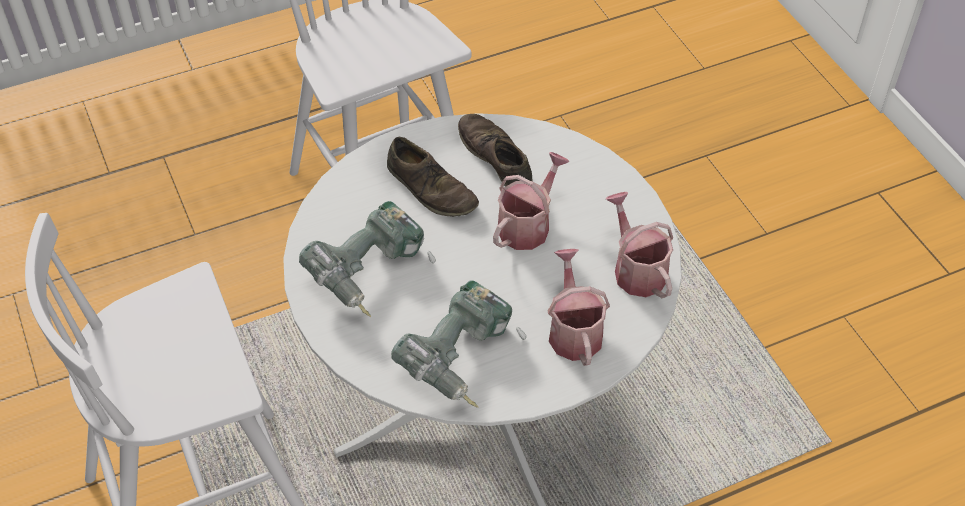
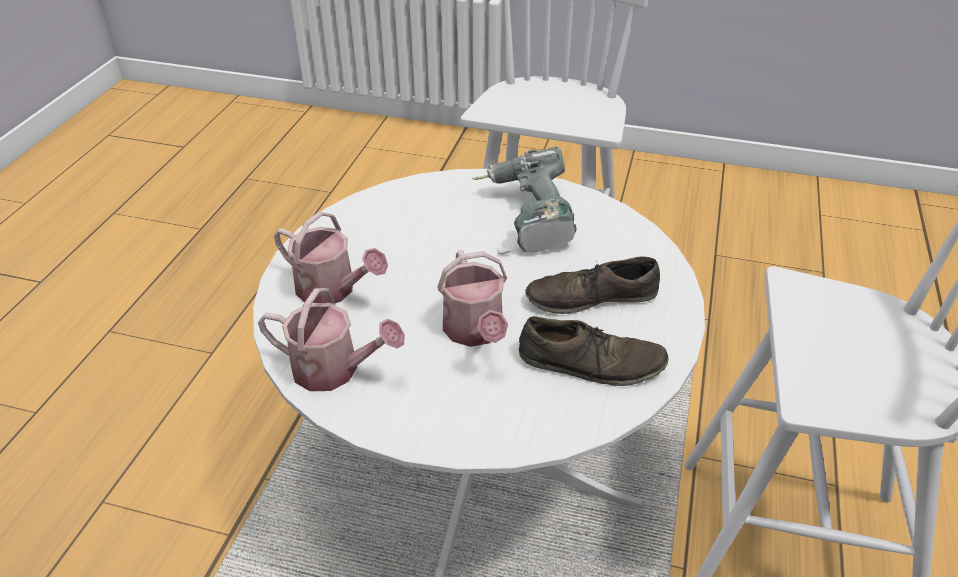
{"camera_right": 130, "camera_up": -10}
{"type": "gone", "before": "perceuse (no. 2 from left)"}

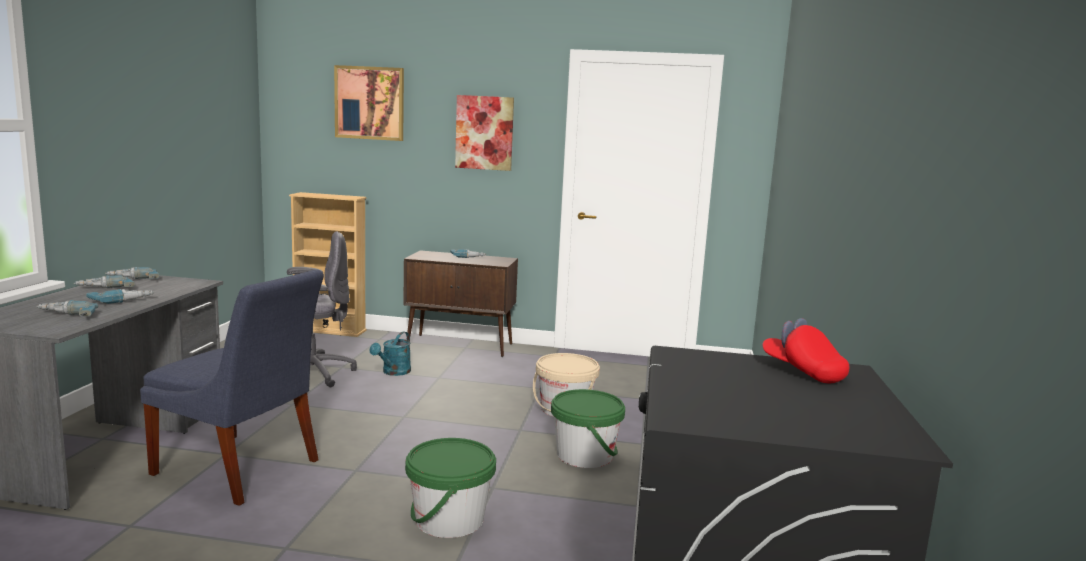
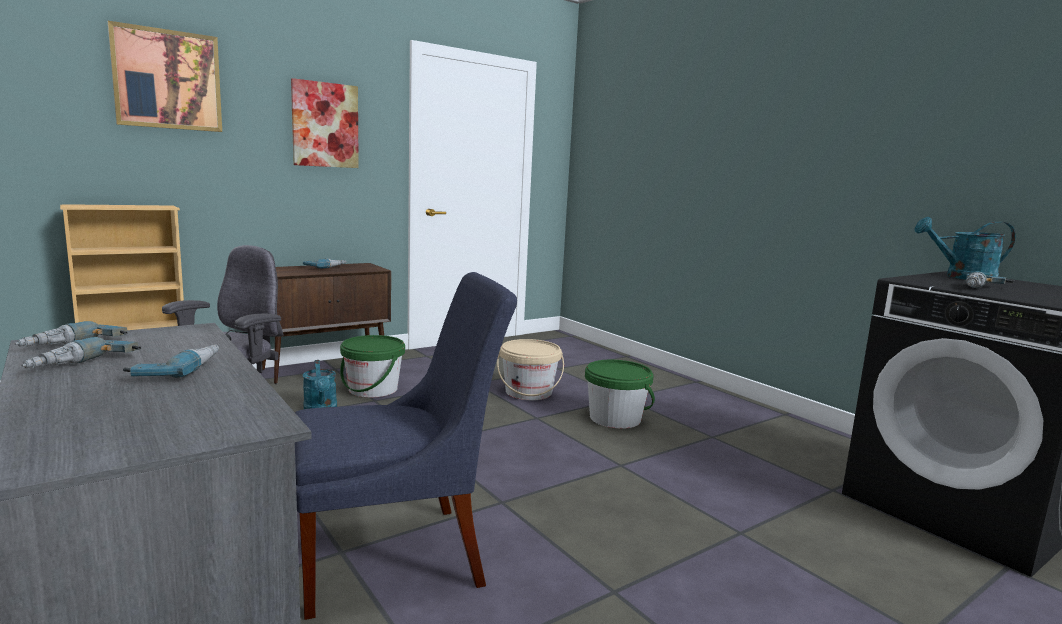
{"camera_right": -45, "camera_up": 0}
{"type": "shifted", "before": "perceuse (no. 1 from left in the first image)", "after": "perceuse (no. 5 from left)"}
{"type": "shifted", "before": "seau (vert) (no. 1 from left)"}
{"type": "swapped", "before": "casquette (rouge)", "after": "arrosoir (turquoise) (no. 2 from left)"}

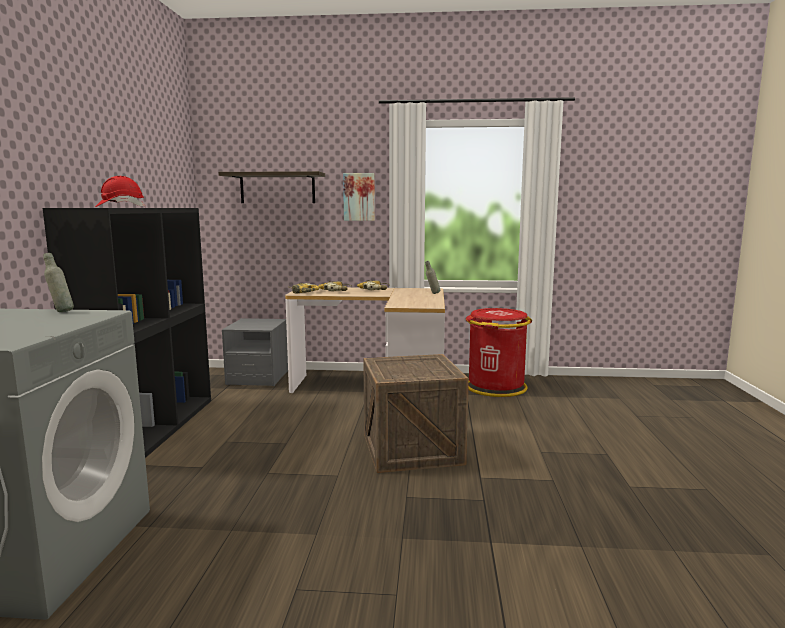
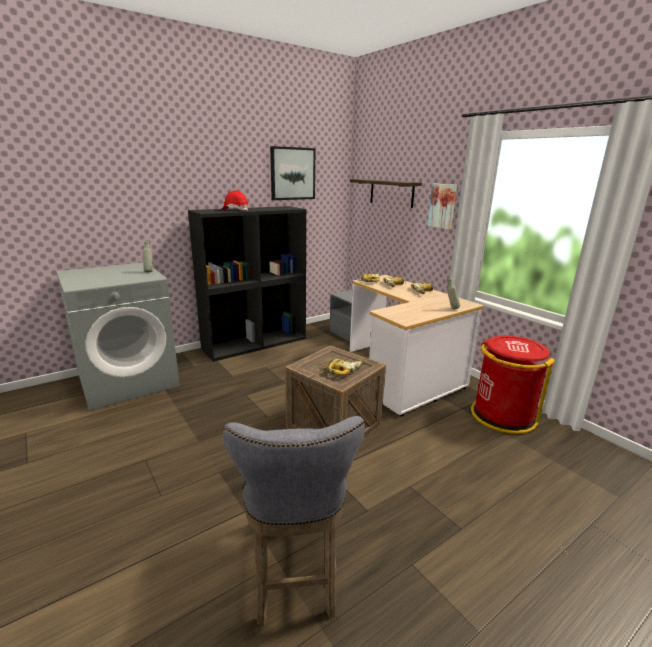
{"camera_right": 50, "camera_up": 10}
{"type": "new", "after": "tabouret (gris)"}
{"type": "new", "after": "tableau (no. 1 from left)"}
{"type": "new", "after": "perceuse (no. 1 from left)"}

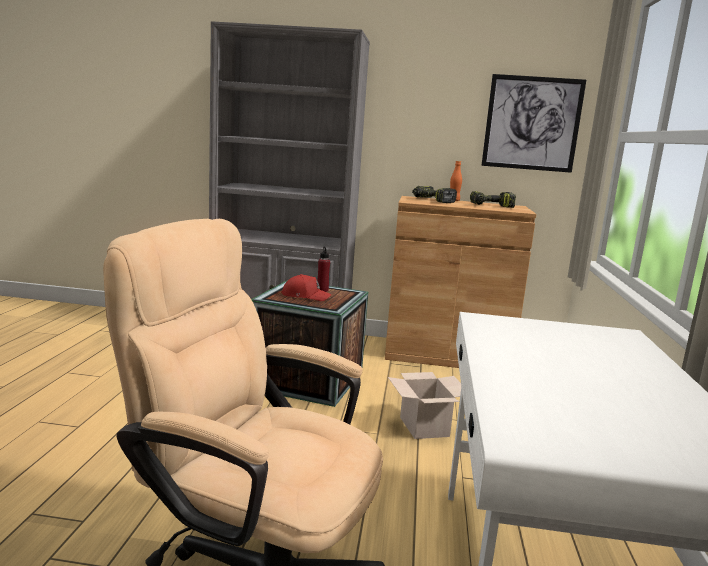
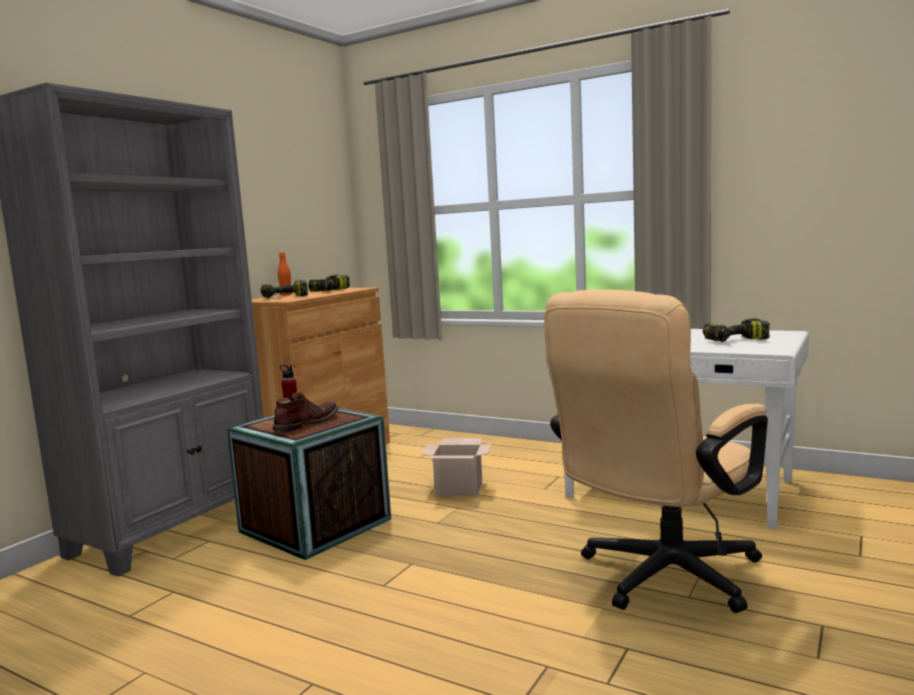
{"camera_right": -65, "camera_up": -5}
{"type": "swapped", "before": "casquette (rouge)", "after": "botte (marron)"}
{"type": "gone", "before": "tableau"}
{"type": "new", "after": "perceuse (no. 3 from left)"}

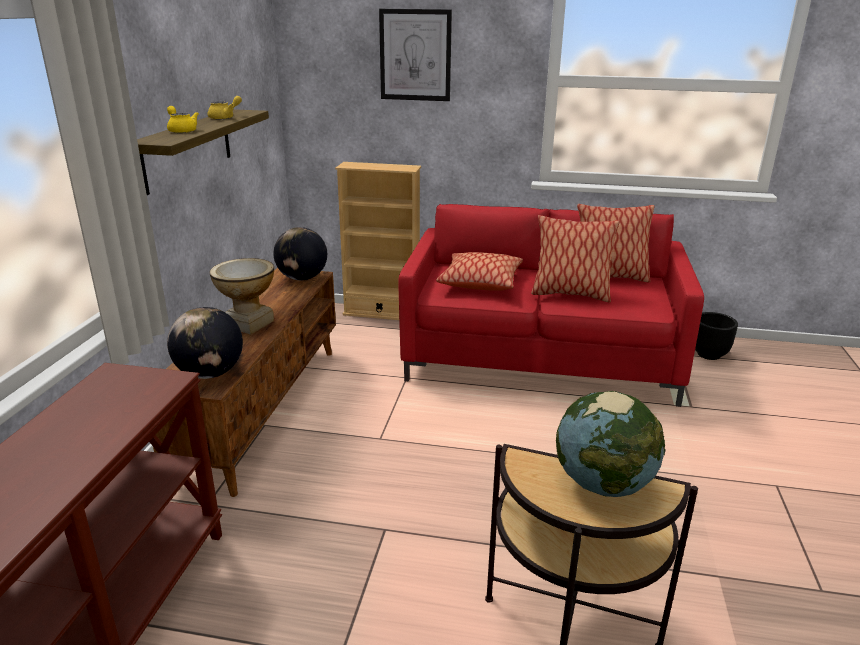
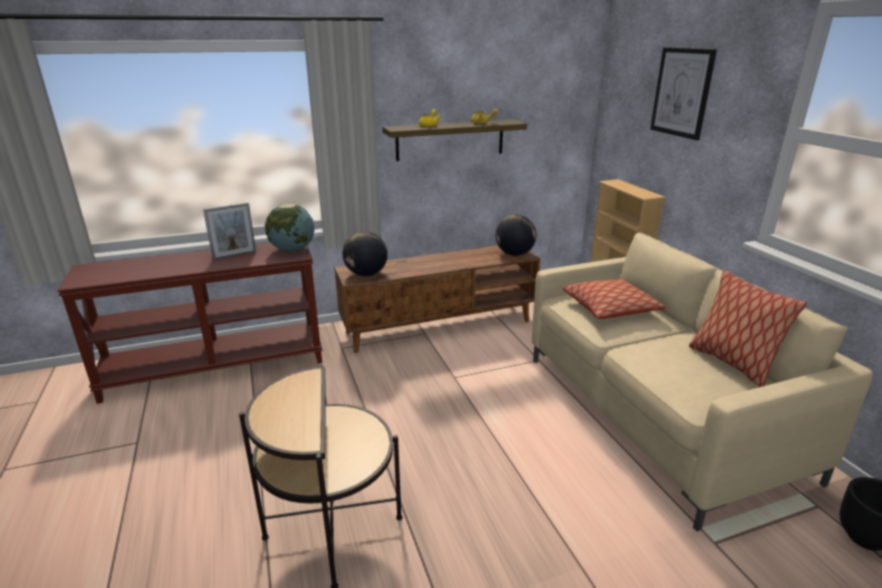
{"camera_right": 60, "camera_up": 0}
{"type": "gone", "before": "vase"}
{"type": "repainted", "before": "canapé (rouge)", "after": "canapé (beige)"}
{"type": "gone", "before": "coussin (no. 2 from left)"}
{"type": "shifted", "before": "globe (no. 3 from left in the first image)", "after": "globe (no. 1 from left)"}
{"type": "new", "after": "cadre photo"}

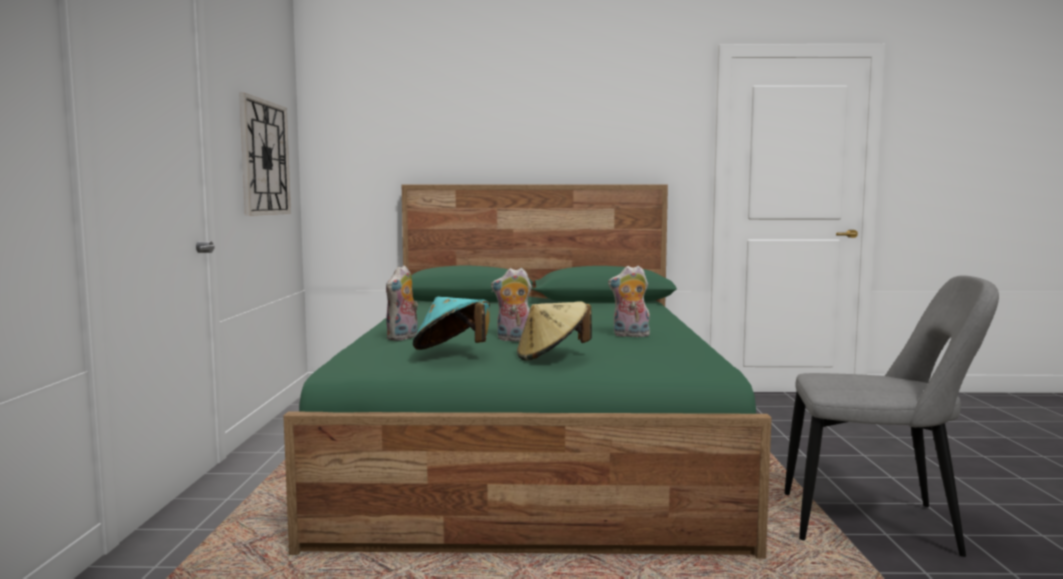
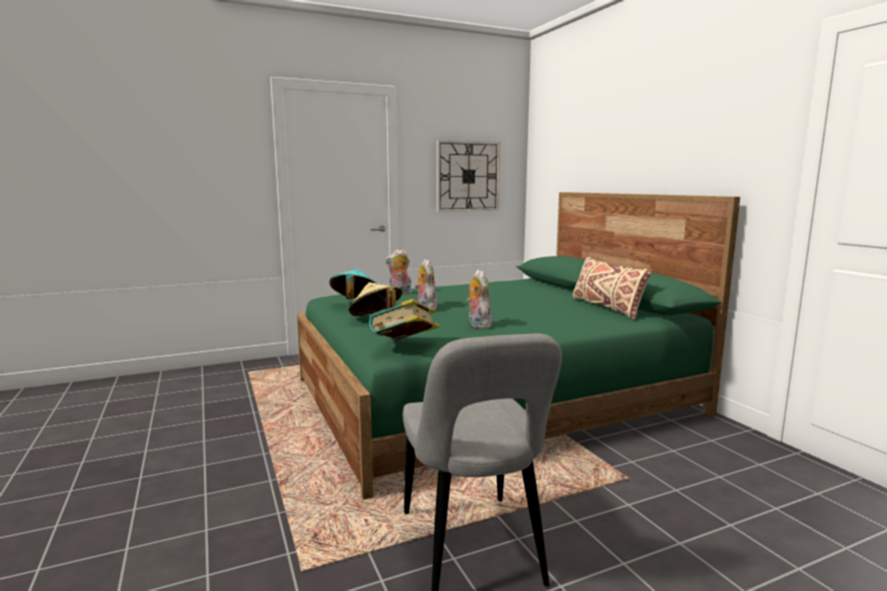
{"camera_right": 65, "camera_up": 5}
{"type": "new", "after": "livre"}
{"type": "new", "after": "coussin (beige)"}

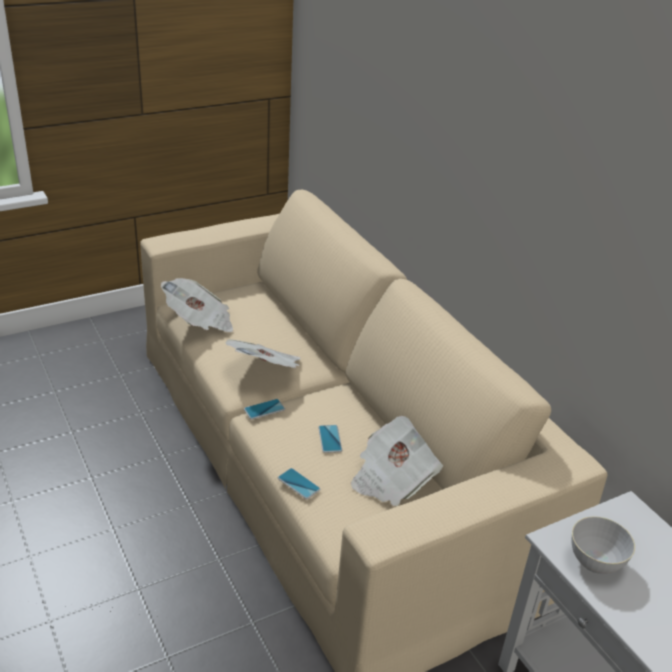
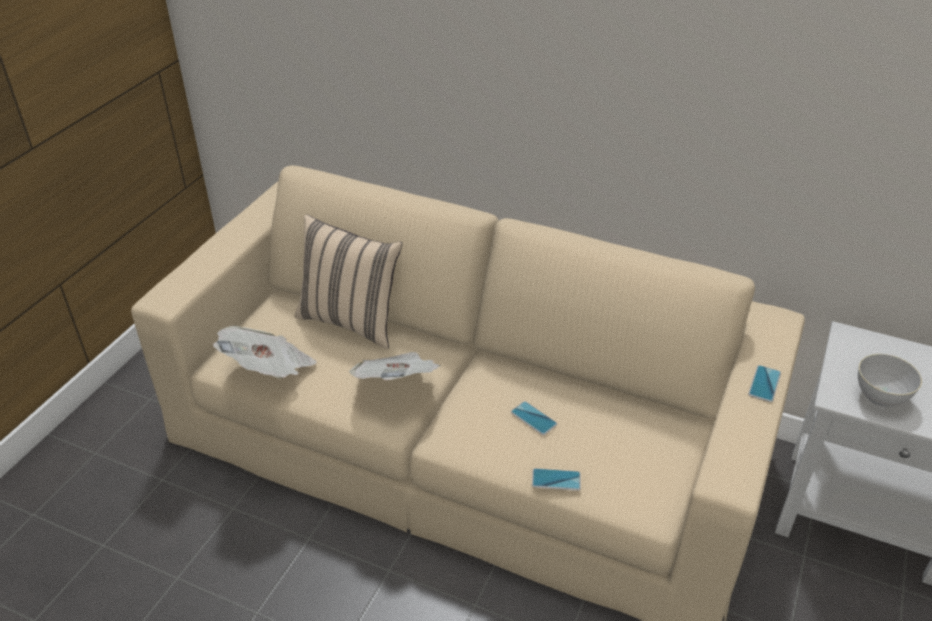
{"camera_right": -35, "camera_up": 5}
{"type": "shifted", "before": "téléphone (no. 1 from left in the first image)", "after": "téléphone (no. 3 from left)"}
{"type": "gone", "before": "journal (no. 3 from left)"}
{"type": "new", "after": "coussin (beige)"}

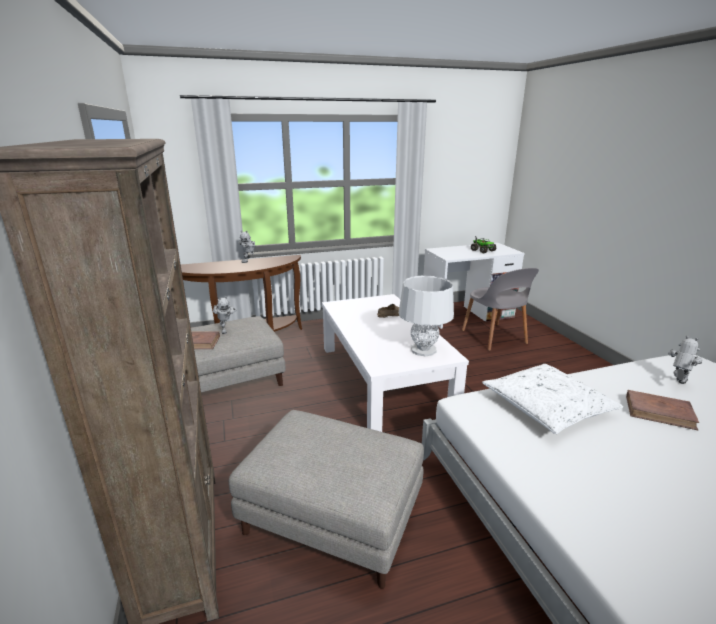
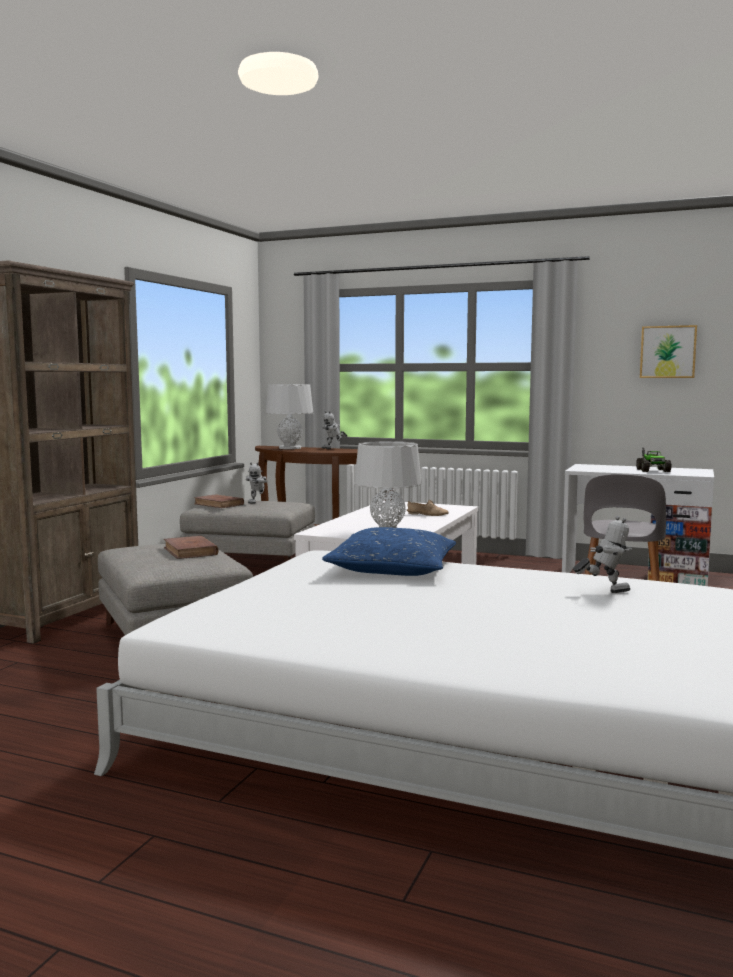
{"camera_right": 40, "camera_up": -15}
{"type": "repainted", "before": "coussin (blanc)", "after": "coussin (bleu)"}
{"type": "shifted", "before": "livre (marron) (no. 2 from left in the first image)", "after": "livre (marron) (no. 1 from left)"}
{"type": "new", "after": "lampe de table (gris) (no. 1 from left)"}
{"type": "new", "after": "tableau"}

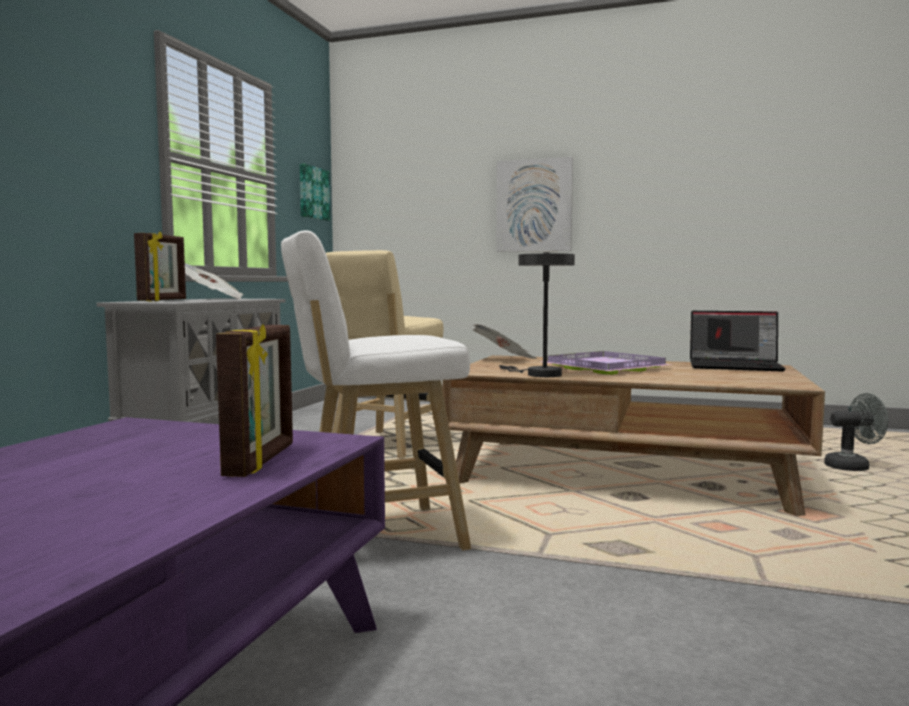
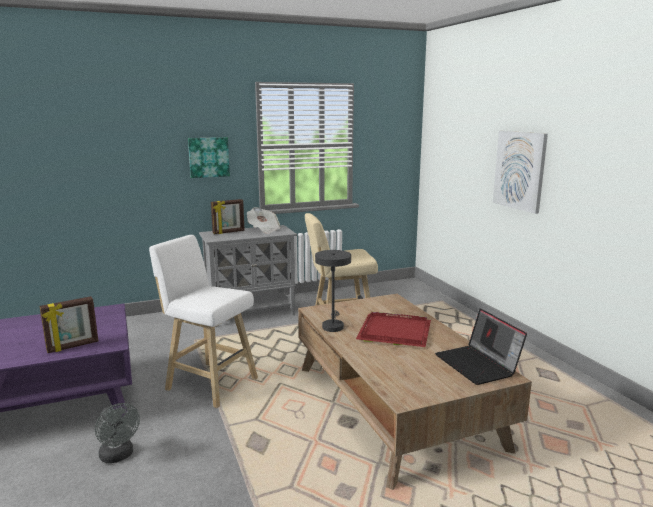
{"camera_right": 50, "camera_up": 10}
{"type": "shifted", "before": "tableau (no. 1 from left)"}
{"type": "gone", "before": "journal (no. 2 from left)"}
{"type": "repainted", "before": "plateau (violet)", "after": "plateau (rouge)"}
{"type": "shifted", "before": "ventilateur (gris)"}

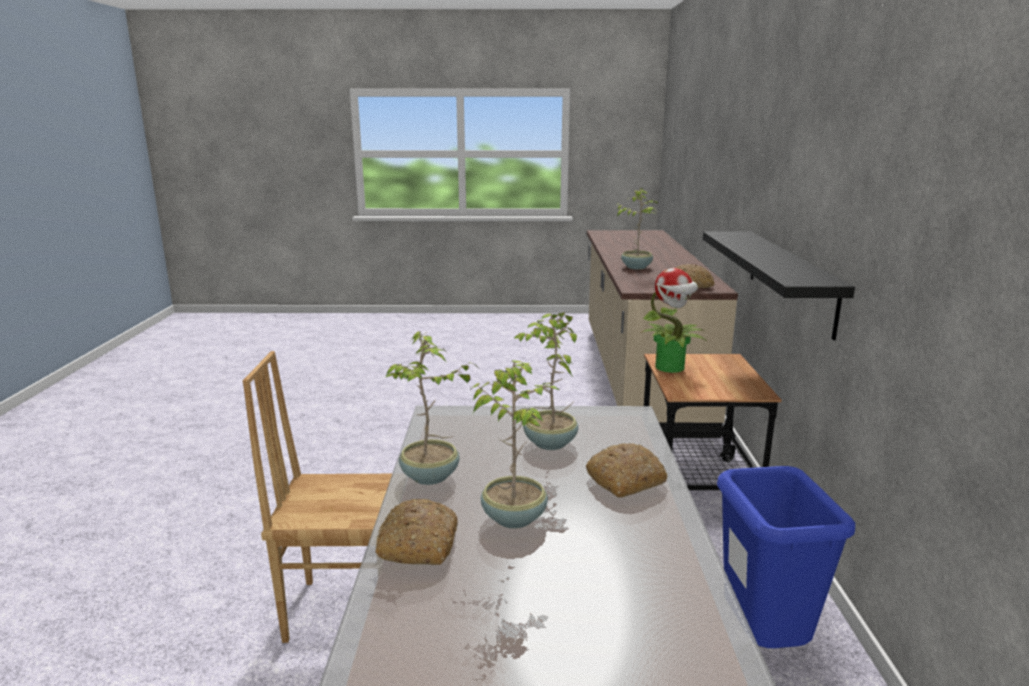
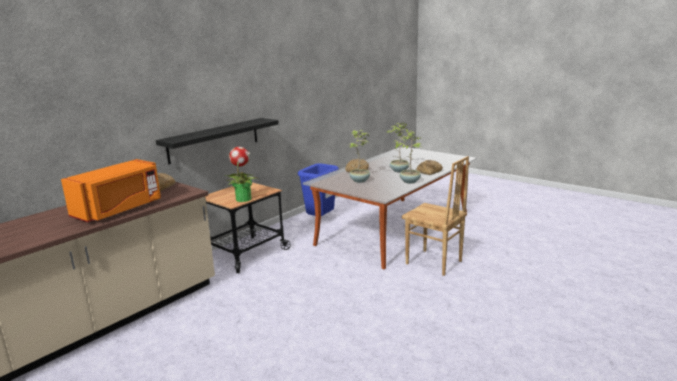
{"camera_right": -140, "camera_up": 0}
{"type": "swapped", "before": "plante en pot (no. 4 from left)", "after": "micro-ondes (orange)"}

